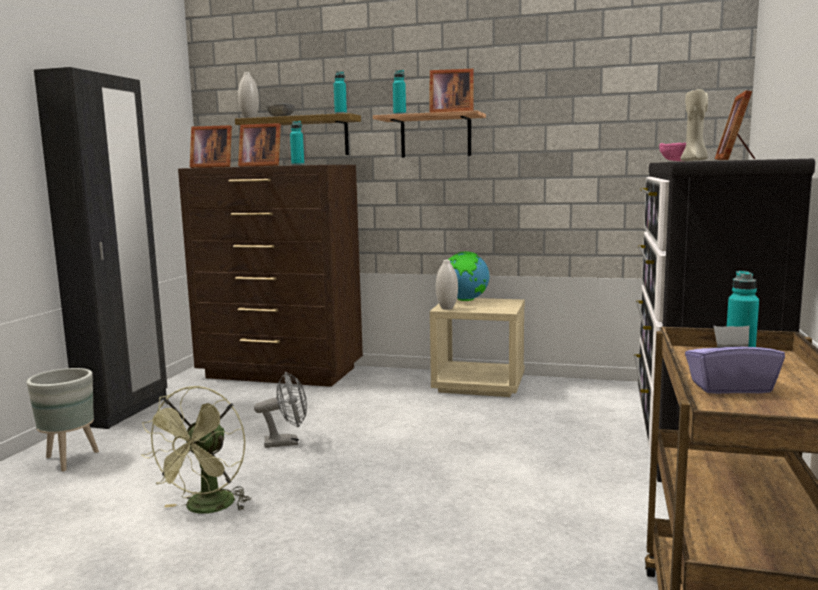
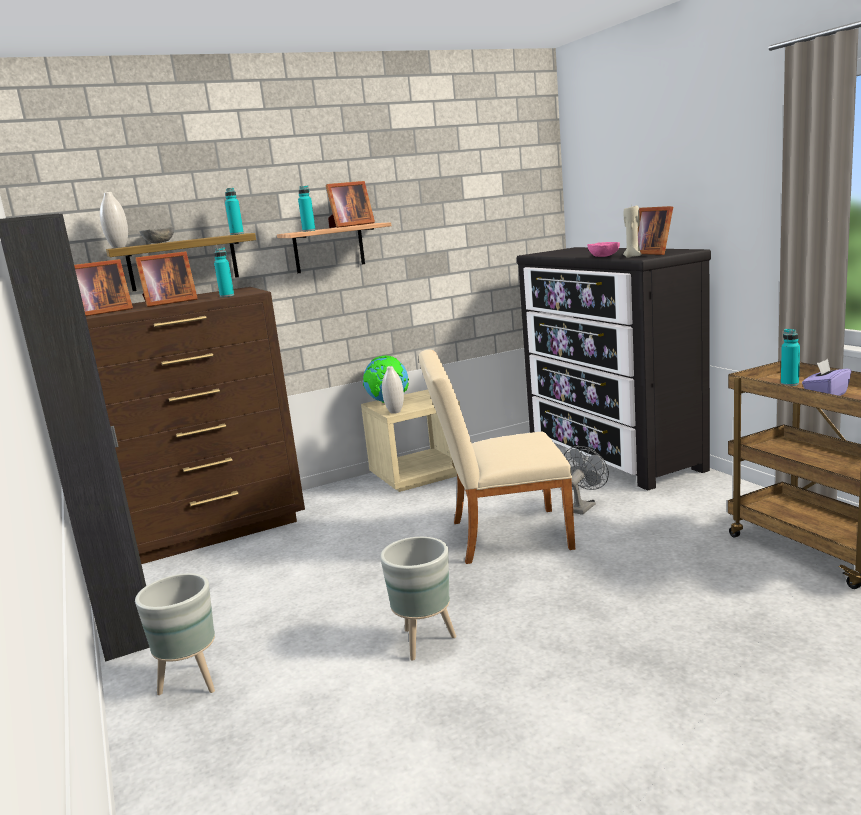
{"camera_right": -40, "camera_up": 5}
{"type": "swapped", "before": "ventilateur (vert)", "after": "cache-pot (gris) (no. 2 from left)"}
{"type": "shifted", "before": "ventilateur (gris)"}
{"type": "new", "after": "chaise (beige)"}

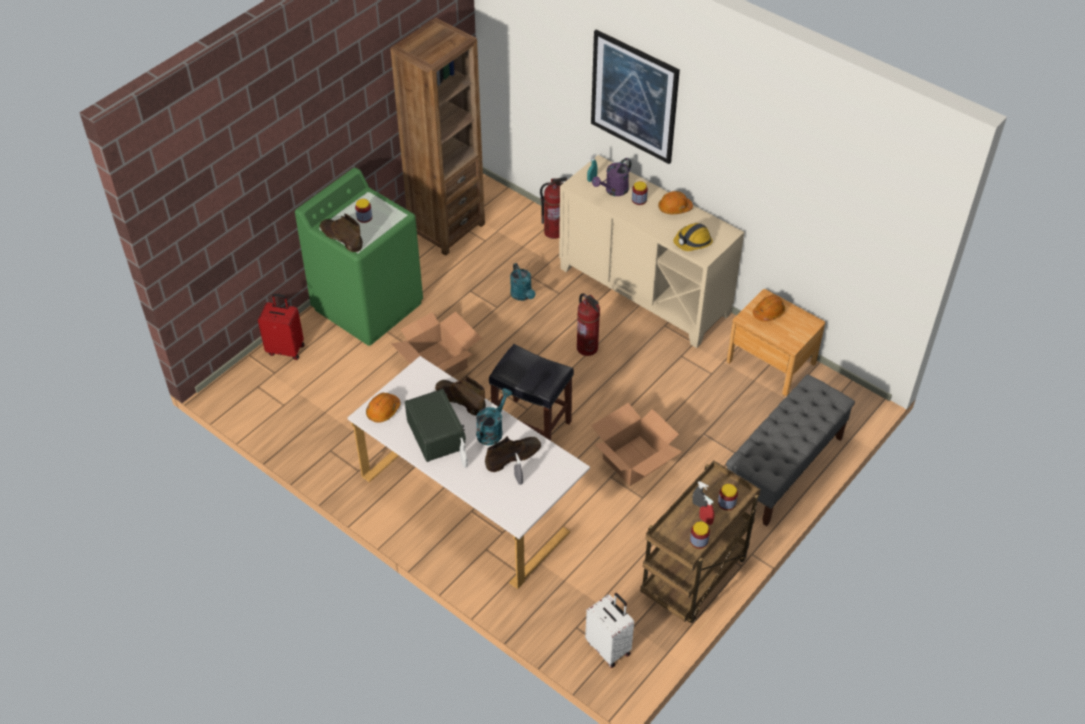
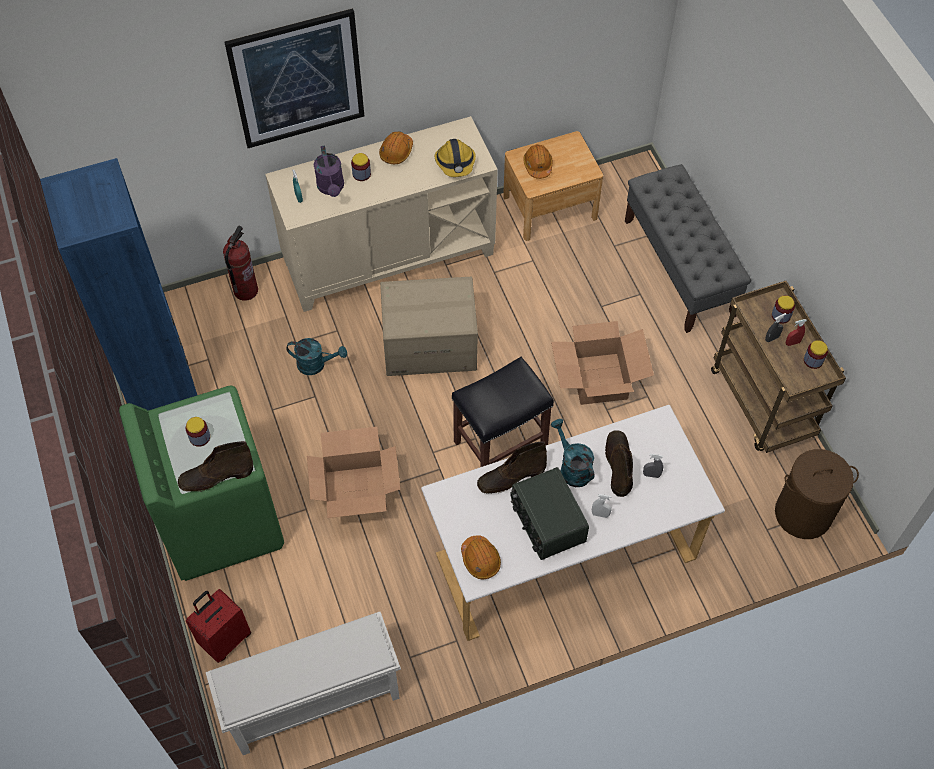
{"camera_right": -60, "camera_up": 10}
{"type": "repainted", "before": "bibliothèque (marron)", "after": "bibliothèque (bleu)"}
{"type": "rotated", "before": "radio", "turn": -120}
{"type": "swapped", "before": "extincteur (no. 2 from left)", "after": "carton (no. 2 from left)"}
{"type": "swapped", "before": "valise (blanc)", "after": "panier à linge (marron)"}
{"type": "new", "after": "étagère à chaussures (blanc)"}

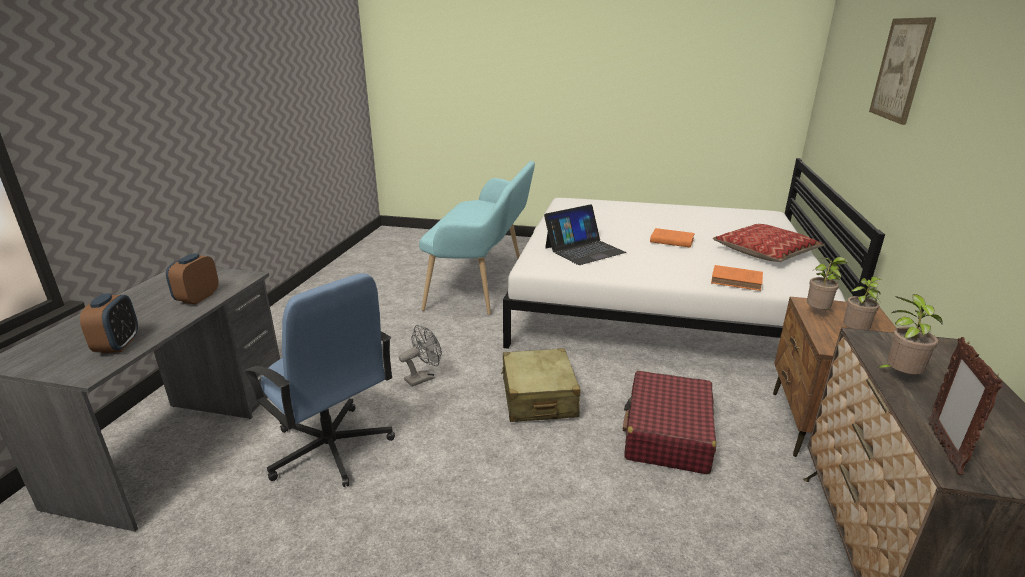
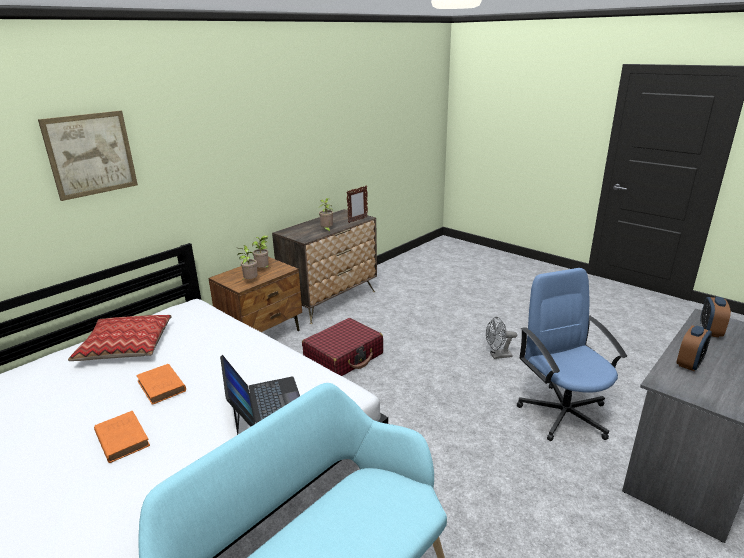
{"camera_right": -150, "camera_up": 0}
{"type": "shifted", "before": "ventilateur (gris)"}
{"type": "gone", "before": "valise (beige)"}
{"type": "rotated", "before": "ordinateur portable", "turn": 75}
{"type": "shifted", "before": "livre (orange) (no. 2 from left in the first image)", "after": "livre (orange) (no. 1 from left)"}

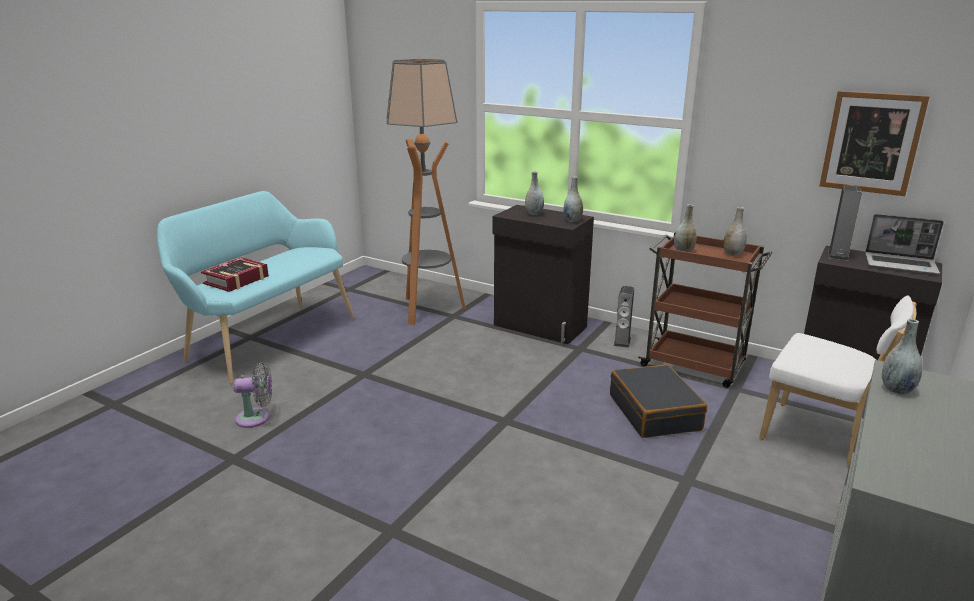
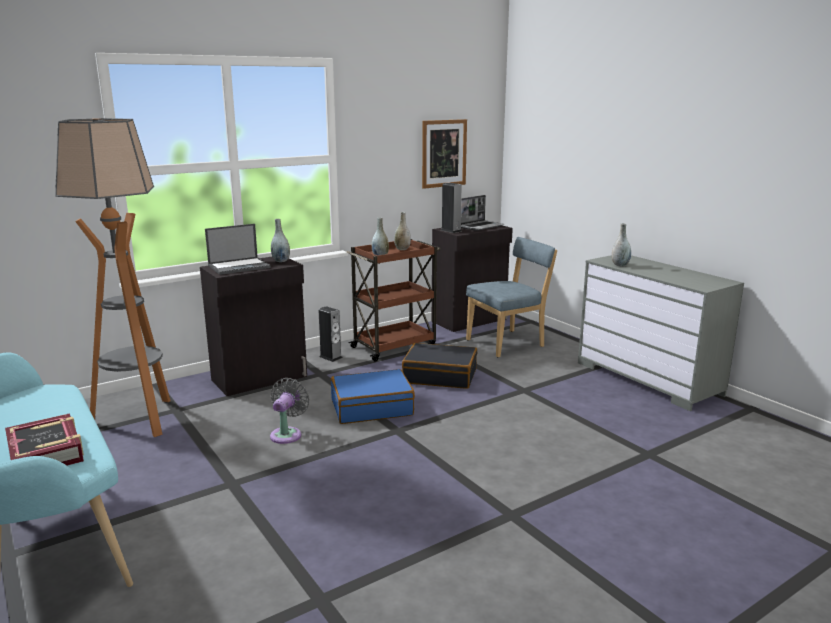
{"camera_right": -65, "camera_up": -5}
{"type": "shifted", "before": "ventilateur (gris)"}
{"type": "swapped", "before": "vase (gris) (no. 1 from left)", "after": "ordinateur portable (no. 1 from left)"}
{"type": "repainted", "before": "chaise (blanc)", "after": "chaise (bleu)"}
{"type": "new", "after": "valise (bleu)"}

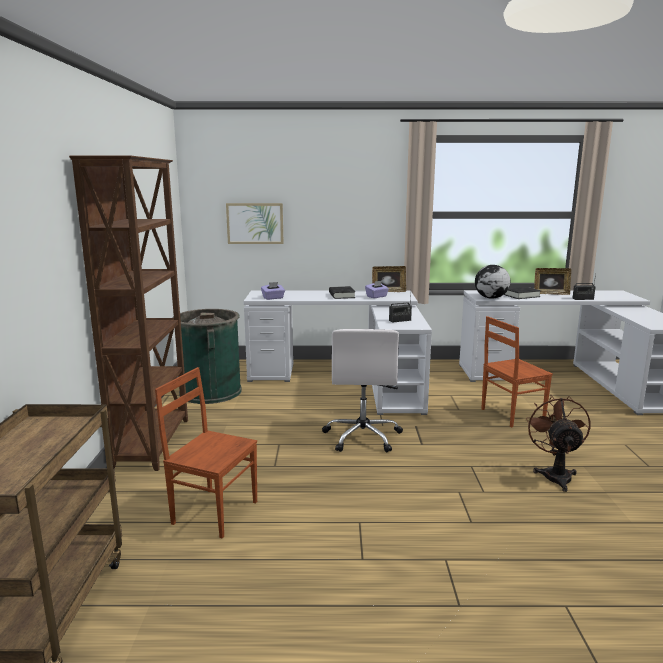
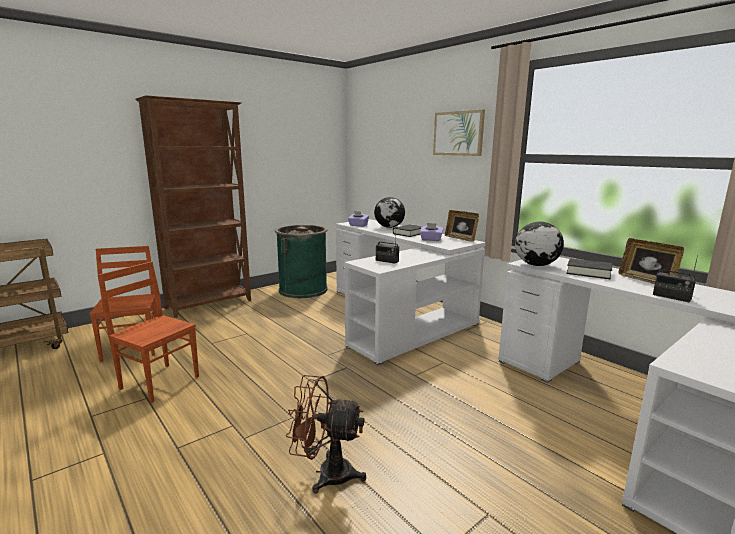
{"camera_right": 50, "camera_up": 0}
{"type": "shifted", "before": "tableau"}
{"type": "gone", "before": "chaise de bureau (blanc)"}
{"type": "shifted", "before": "chaise (marron) (no. 2 from left)"}
{"type": "rotated", "before": "ventilateur (marron)", "turn": -135}
{"type": "new", "after": "globe (no. 1 from left)"}

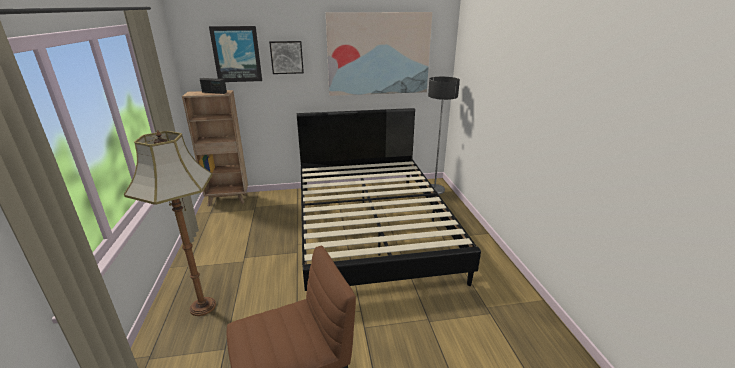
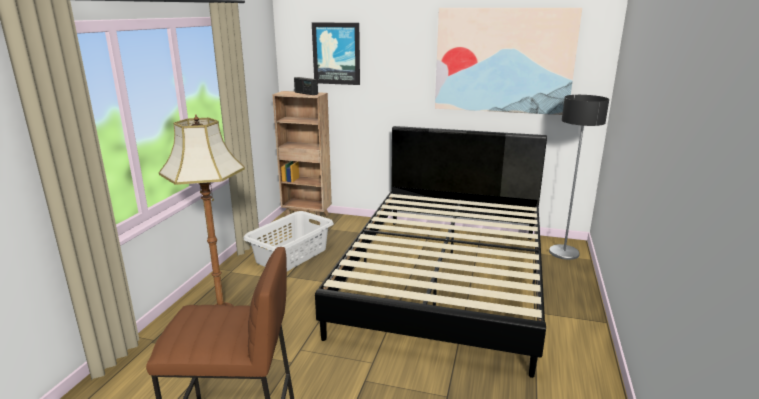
{"camera_right": 25, "camera_up": -5}
{"type": "gone", "before": "tableau (no. 2 from left)"}
{"type": "new", "after": "panier à linge (gris)"}

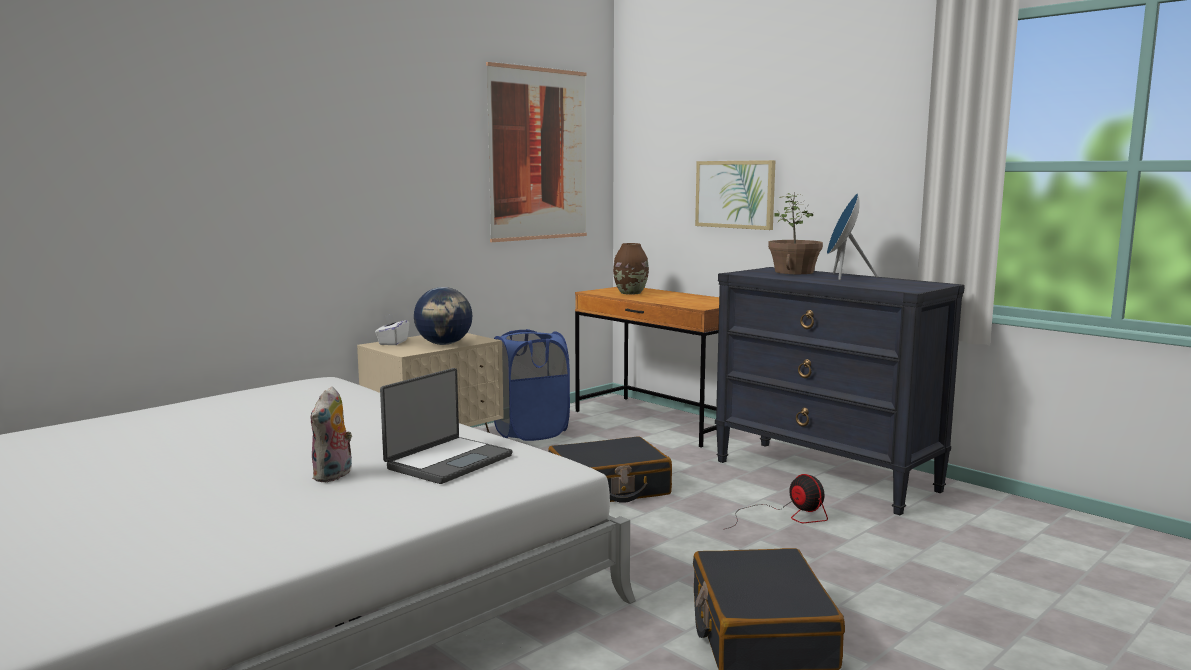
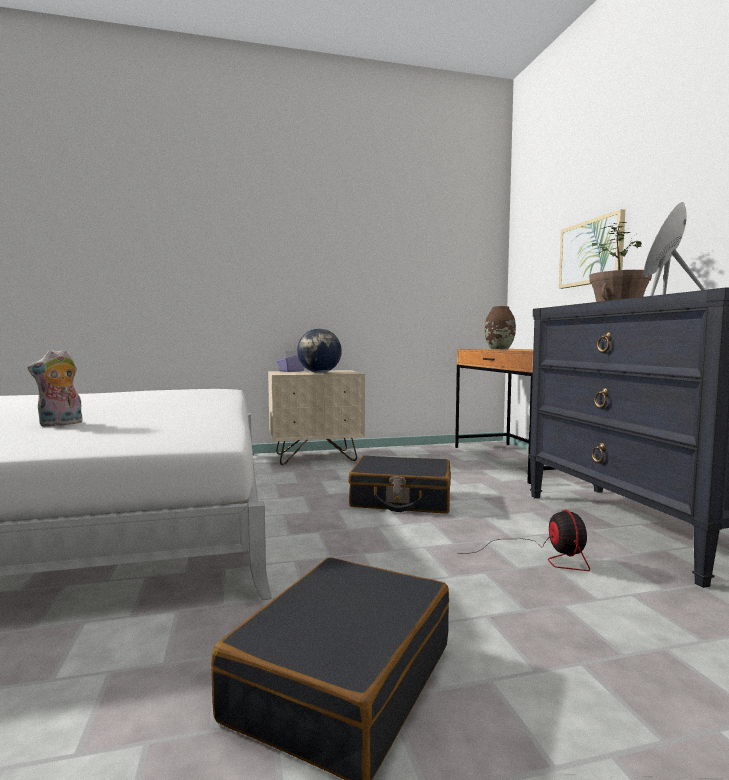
{"camera_right": 30, "camera_up": -5}
{"type": "repainted", "before": "boîte à mouchoirs (blanc)", "after": "boîte à mouchoirs (violet)"}
{"type": "gone", "before": "ordinateur portable"}
{"type": "gone", "before": "tableau (no. 1 from left)"}
{"type": "gone", "before": "panier à linge (bleu)"}

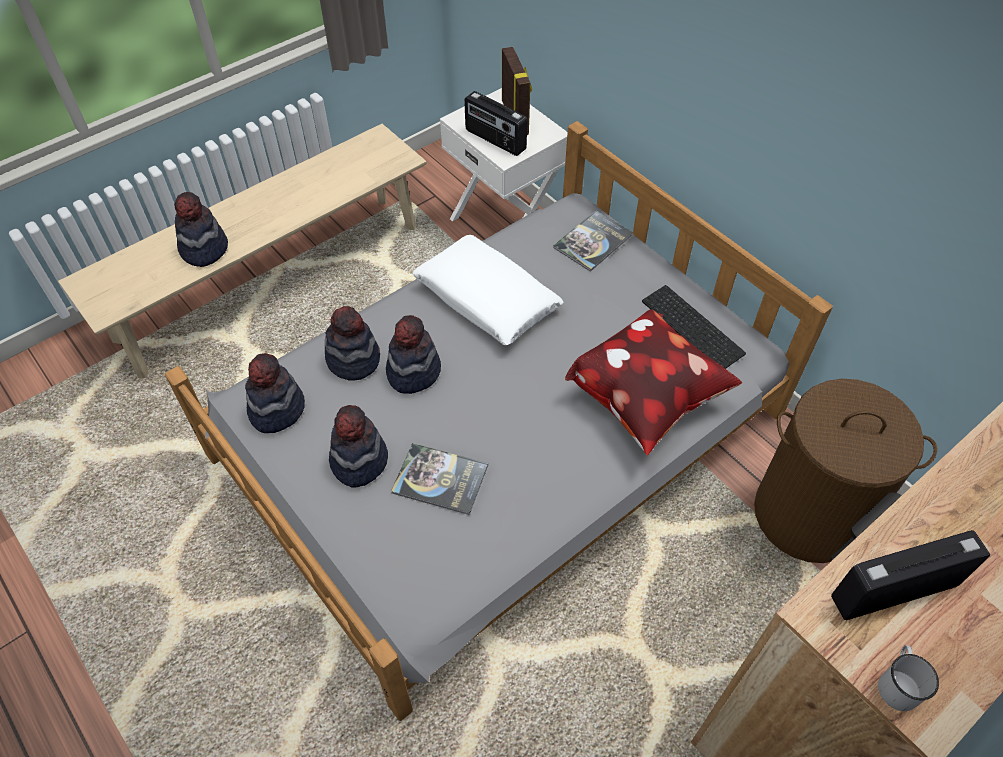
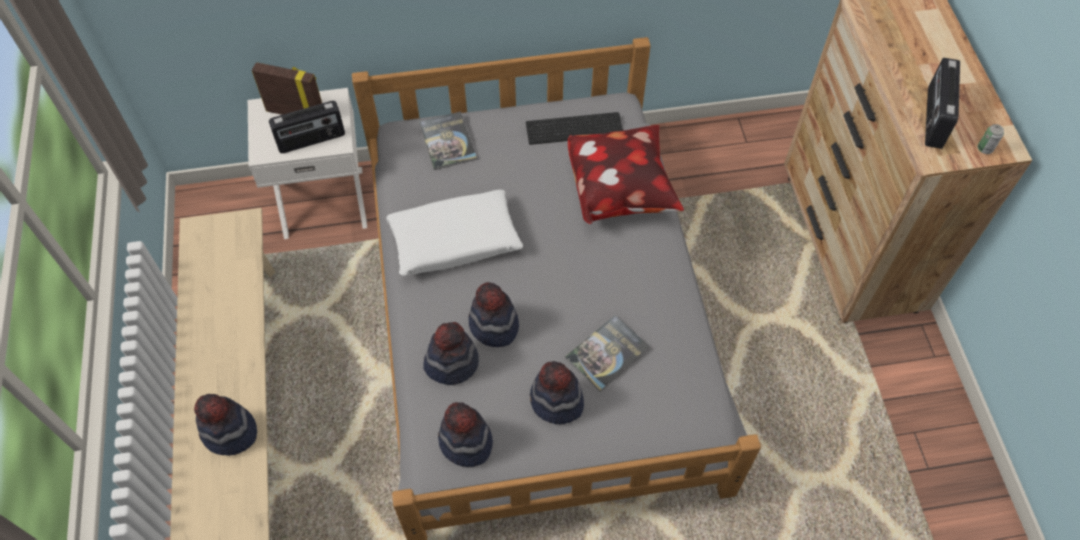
{"camera_right": -60, "camera_up": 5}
{"type": "gone", "before": "panier à linge (marron)"}
{"type": "swapped", "before": "mug (blanc)", "after": "boîte métallique"}

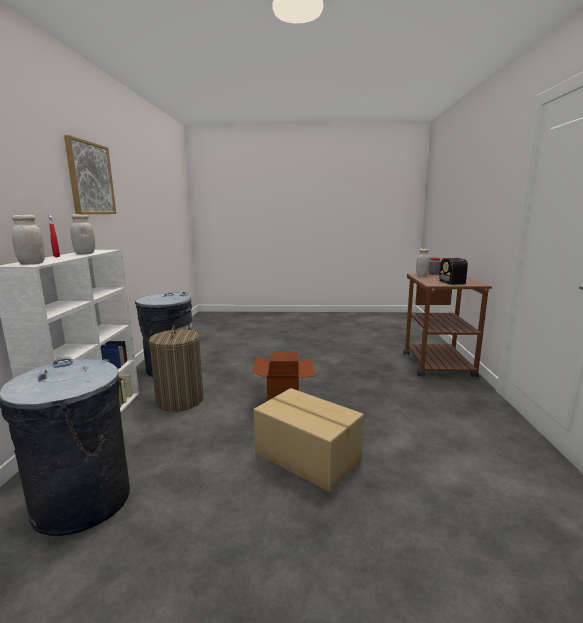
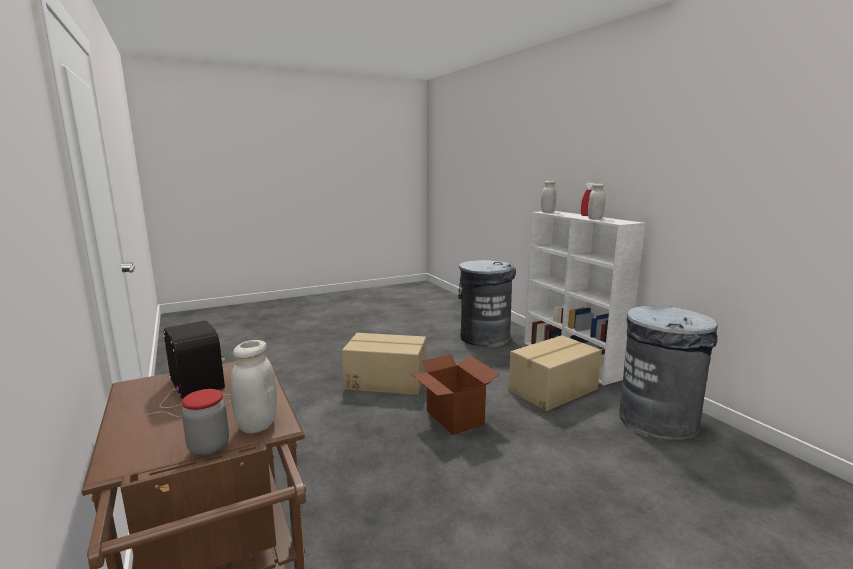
{"camera_right": 150, "camera_up": 0}
{"type": "gone", "before": "tableau"}
{"type": "swapped", "before": "panier à linge", "after": "carton (no. 3 from left)"}

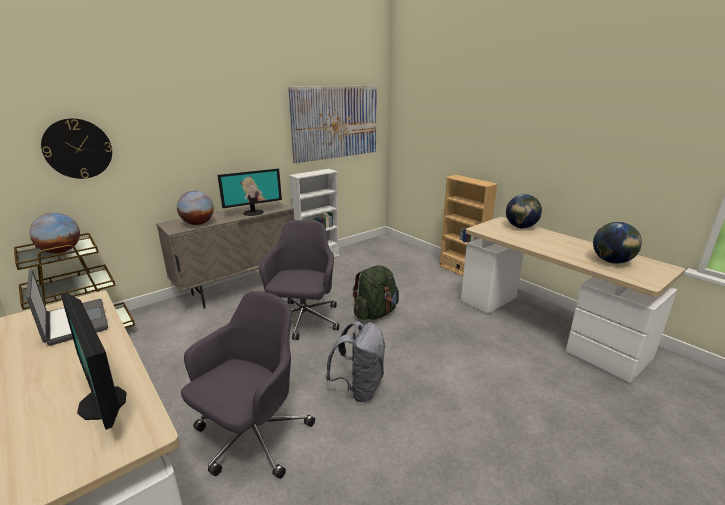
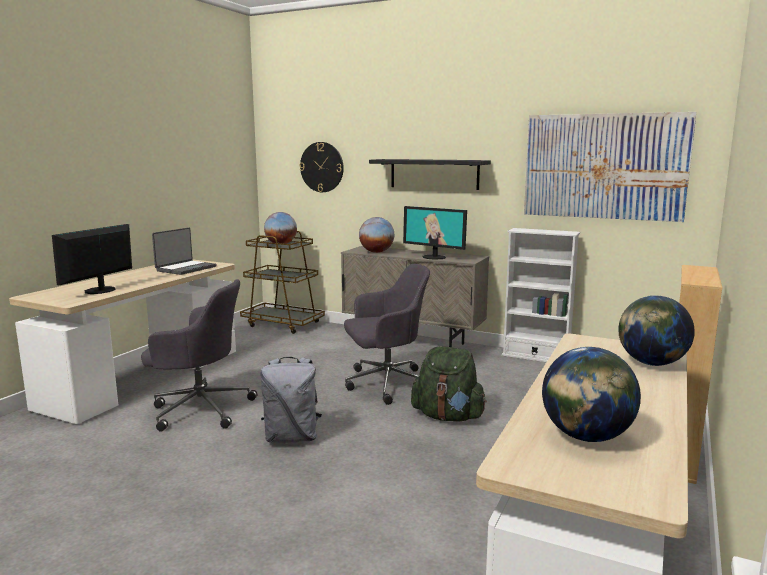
{"camera_right": 65, "camera_up": -10}
{"type": "new", "after": "étagère (noir)"}

